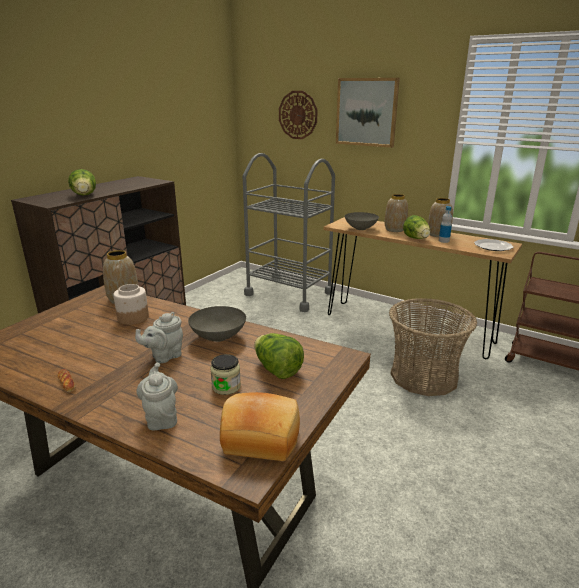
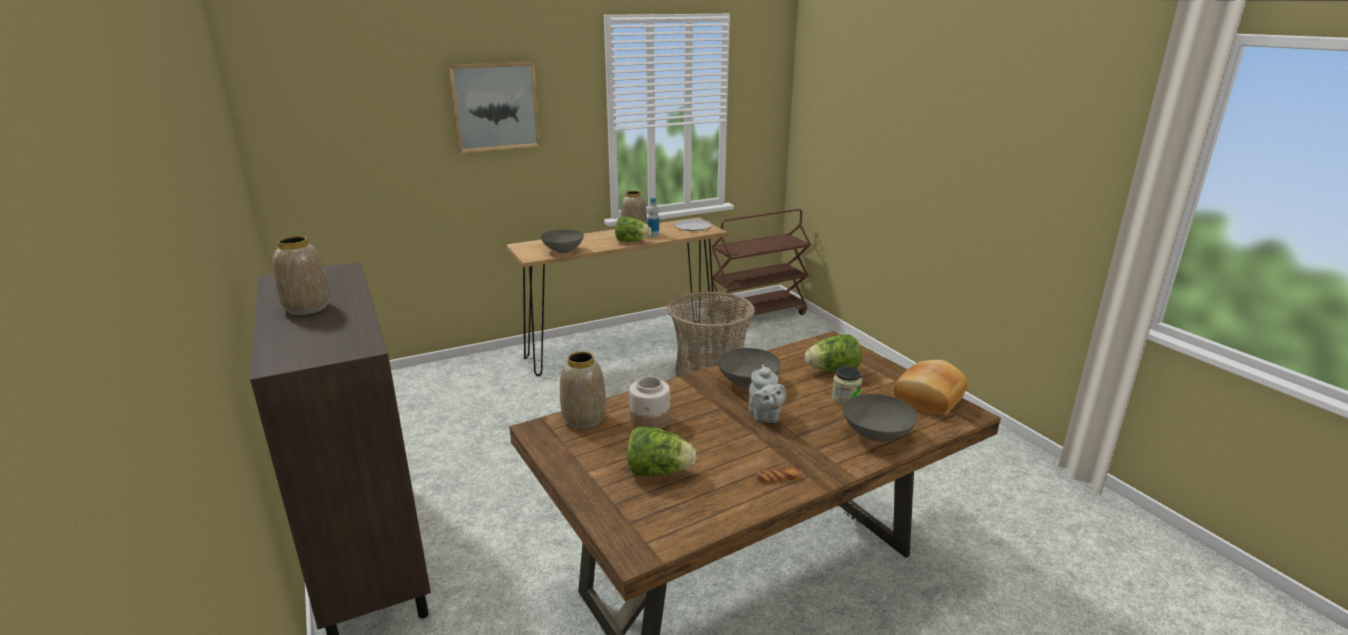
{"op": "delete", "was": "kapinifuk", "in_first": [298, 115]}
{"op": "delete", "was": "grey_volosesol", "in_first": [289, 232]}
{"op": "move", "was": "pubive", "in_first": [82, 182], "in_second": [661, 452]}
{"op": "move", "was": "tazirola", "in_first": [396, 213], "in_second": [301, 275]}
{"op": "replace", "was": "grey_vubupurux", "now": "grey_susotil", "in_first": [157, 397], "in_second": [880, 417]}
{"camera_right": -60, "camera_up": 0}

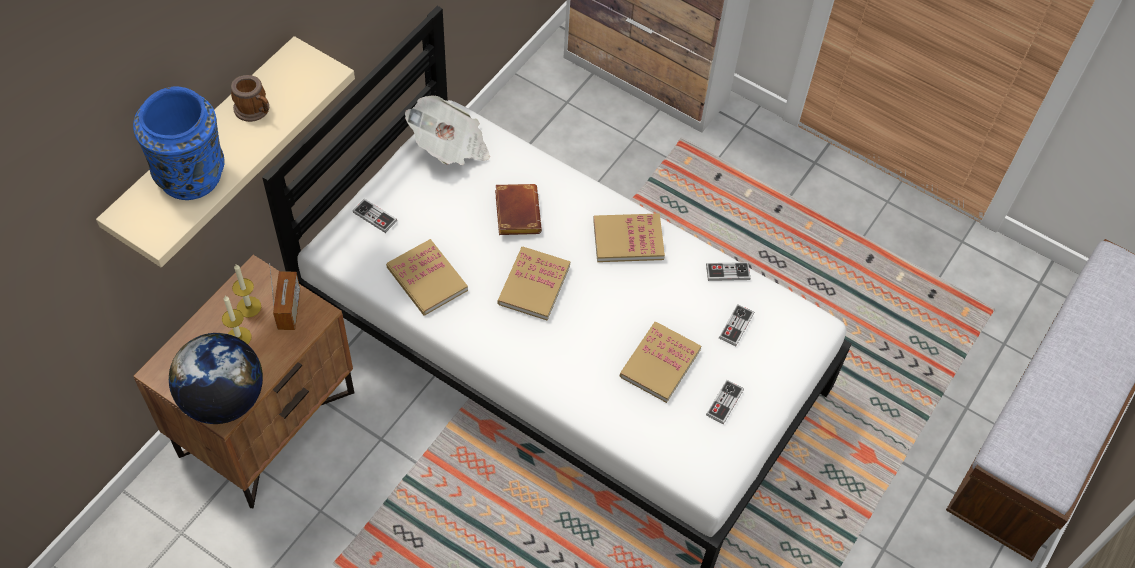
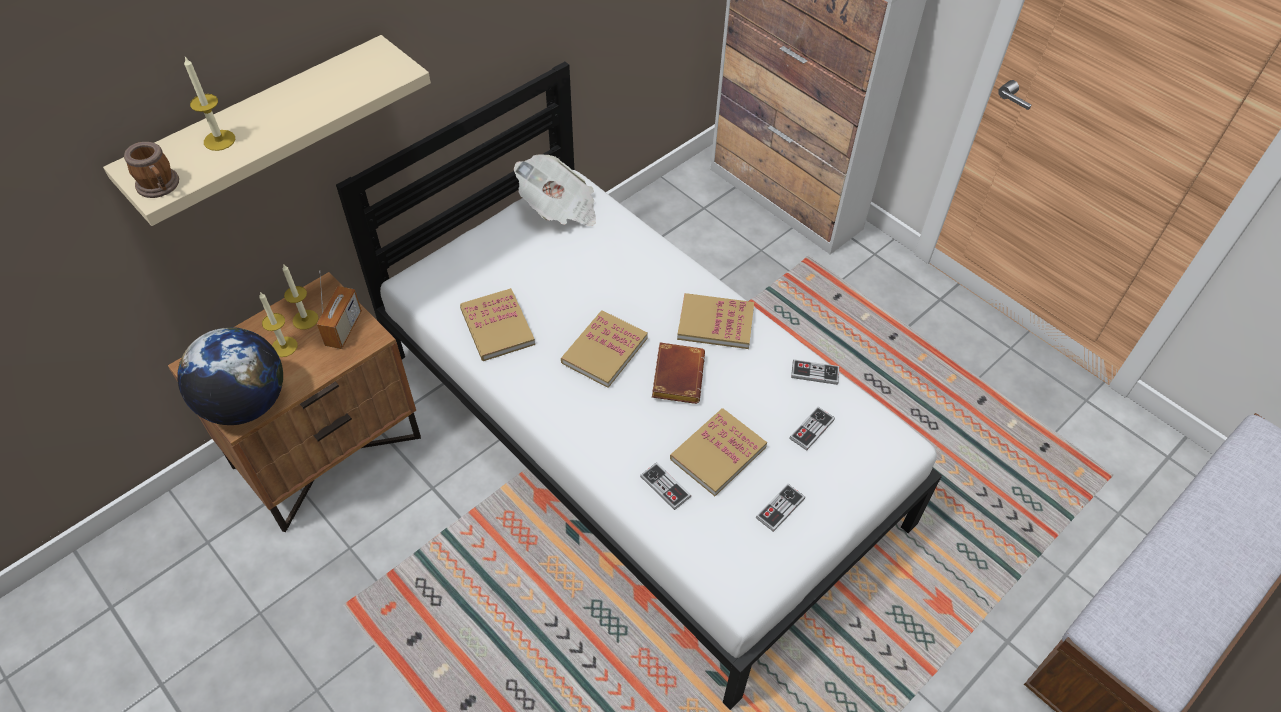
{"op": "move", "was": "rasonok", "in_first": [250, 98], "in_second": [151, 170]}
{"op": "replace", "was": "blue_tazirola", "now": "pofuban", "in_first": [179, 143], "in_second": [209, 104]}
{"op": "move", "was": "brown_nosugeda", "in_first": [518, 209], "in_second": [678, 373]}
{"op": "move", "was": "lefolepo", "in_first": [375, 216], "in_second": [665, 486]}
{"camera_right": 15, "camera_up": -5}

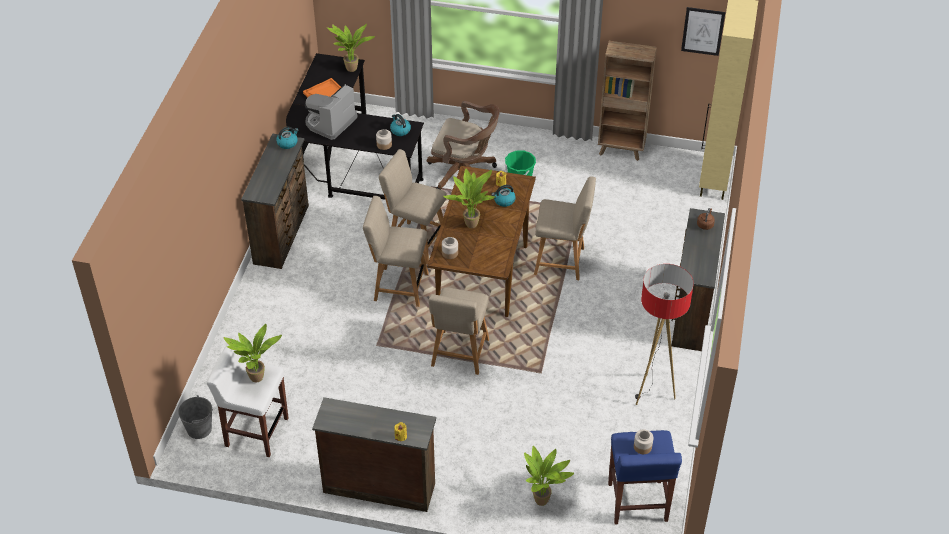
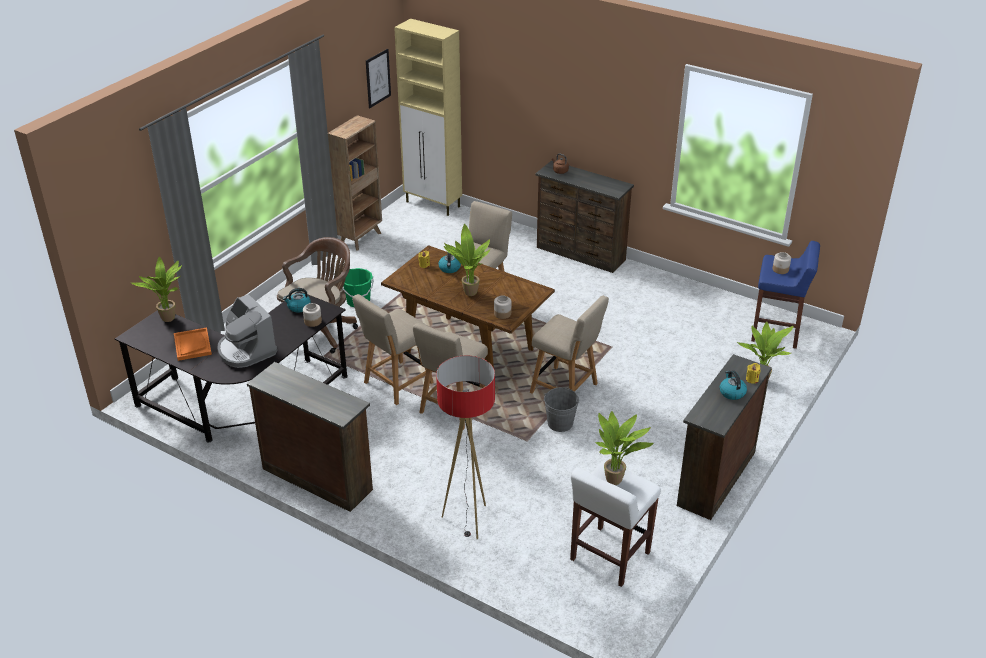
{"op": "move", "was": "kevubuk", "in_first": [287, 138], "in_second": [733, 385]}
{"op": "move", "was": "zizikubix", "in_first": [664, 334], "in_second": [465, 447]}
{"op": "move", "was": "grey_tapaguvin", "in_first": [195, 417], "in_second": [561, 409]}
{"camera_right": -70, "camera_up": -10}

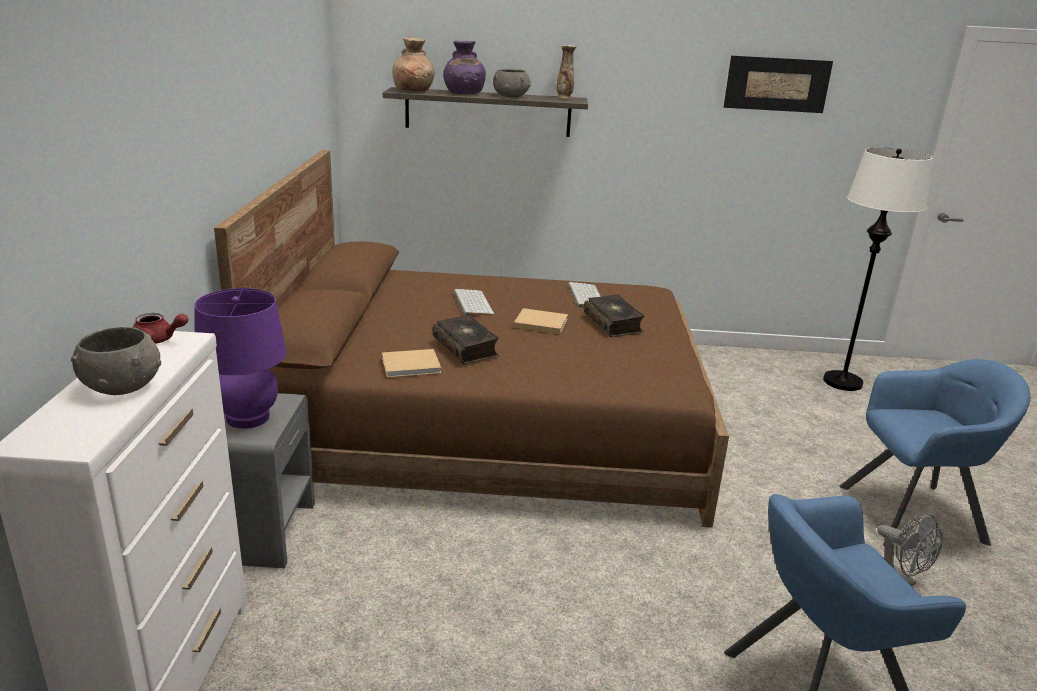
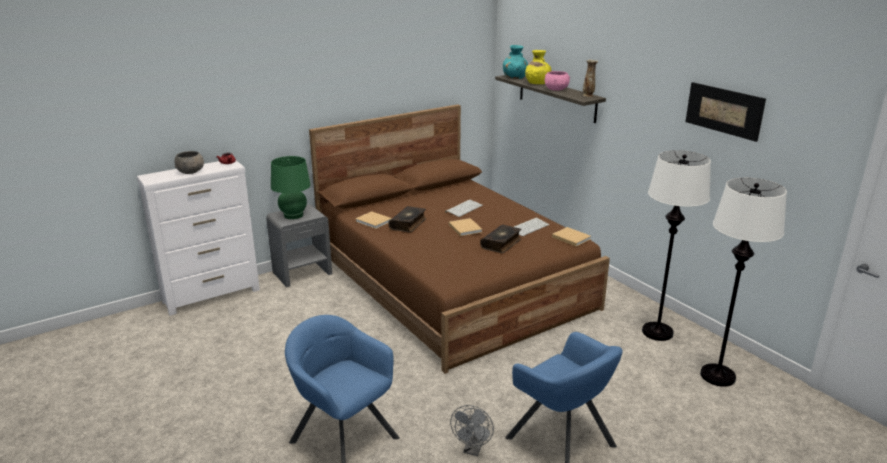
{"op": "recolor", "was": "brown_tazirola", "now": "turquoise_tazirola", "in_first": [413, 64], "in_second": [515, 62]}
{"op": "recolor", "was": "purple_tazirola", "now": "yellow_tazirola", "in_first": [464, 67], "in_second": [538, 67]}
{"op": "recolor", "was": "grey_susotil", "now": "pink_susotil", "in_first": [512, 83], "in_second": [557, 81]}
{"op": "recolor", "was": "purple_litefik", "now": "green_litefik", "in_first": [240, 358], "in_second": [291, 187]}
{"op": "insert", "now": "white_zizikubix", "in_second": [676, 245]}
{"op": "insert", "now": "beige_nosugeda", "in_second": [571, 237]}
{"camera_right": 55, "camera_up": 0}

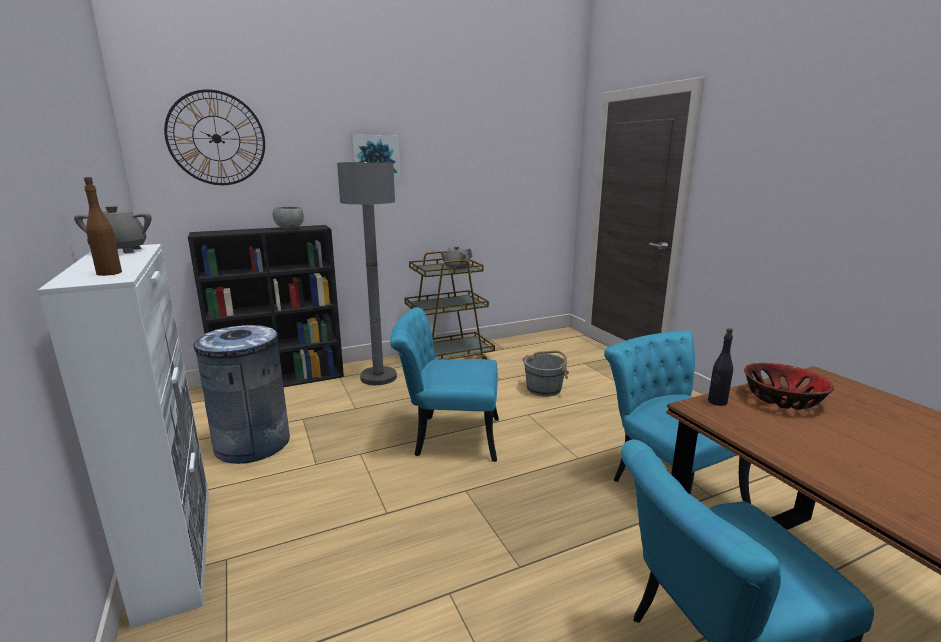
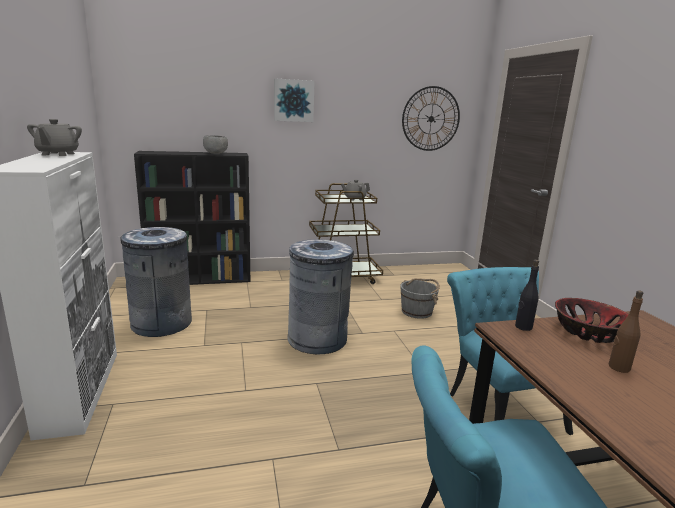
{"op": "move", "was": "kapinifuk", "in_first": [214, 137], "in_second": [431, 118]}
{"op": "delete", "was": "grey_zizikubix", "in_first": [367, 273]}
{"op": "move", "was": "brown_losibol", "in_first": [103, 226], "in_second": [626, 331]}
{"op": "replace", "was": "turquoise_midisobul", "now": "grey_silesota", "in_first": [444, 384], "in_second": [320, 297]}
{"camera_right": 10, "camera_up": 0}

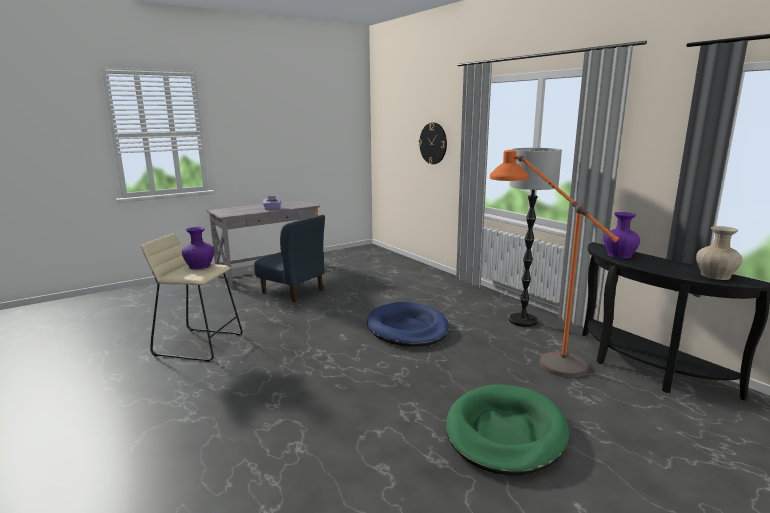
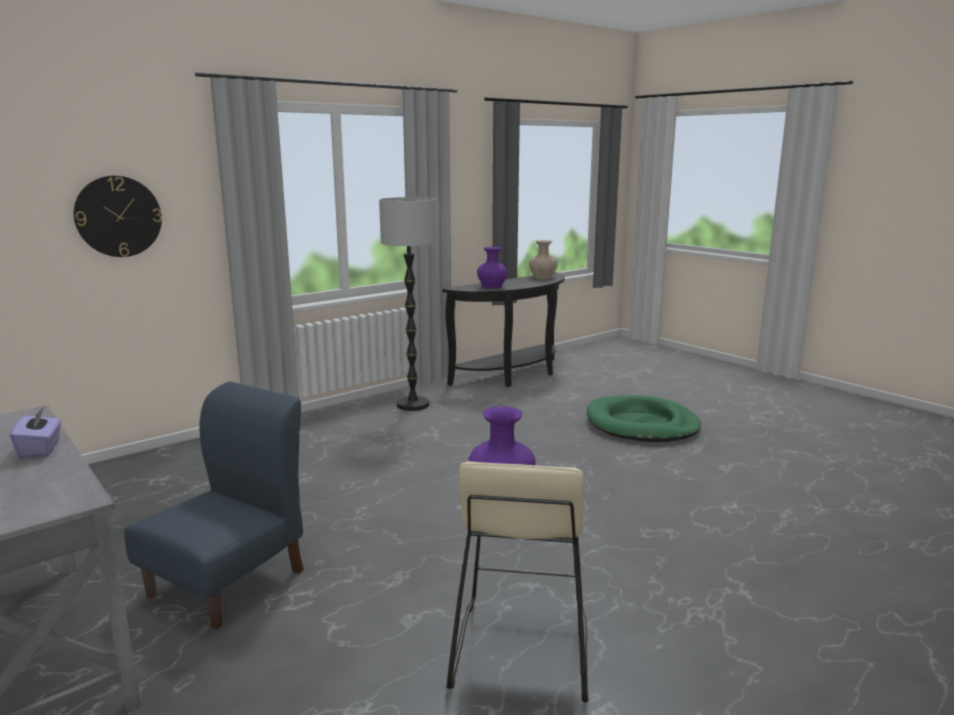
{"op": "delete", "was": "orange_zizikubix", "in_first": [554, 264]}
{"op": "delete", "was": "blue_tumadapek", "in_first": [408, 324]}
{"camera_right": -95, "camera_up": 0}

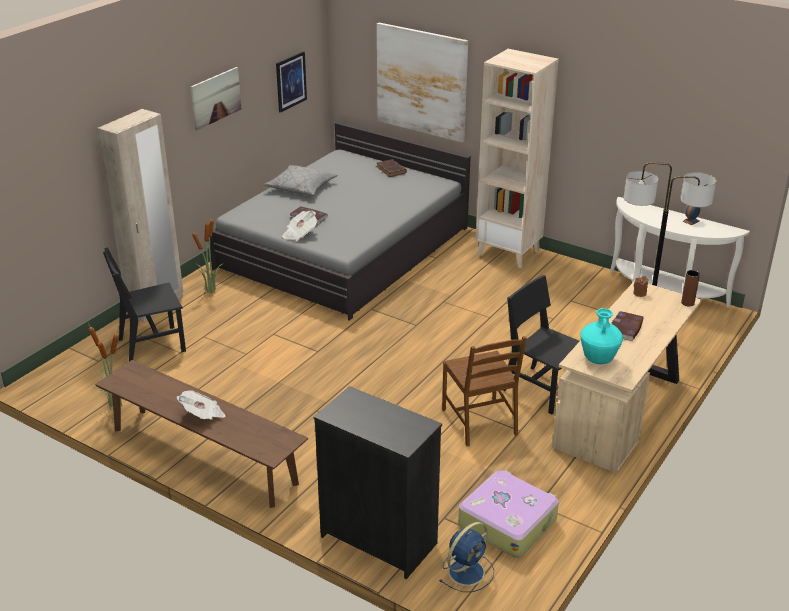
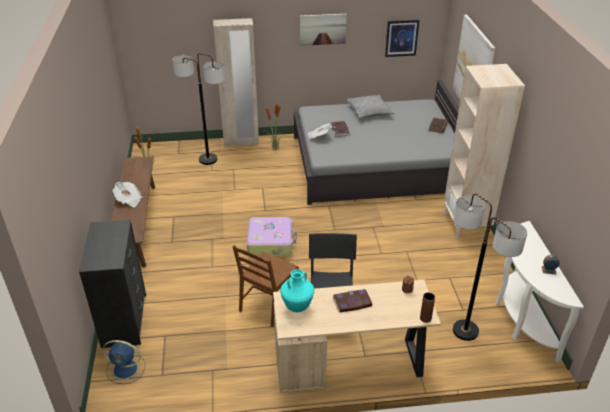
{"op": "replace", "was": "black_midisobul", "now": "zizikubix", "in_first": [144, 304], "in_second": [198, 109]}
{"op": "move", "was": "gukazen", "in_first": [508, 514], "in_second": [272, 236]}
{"camera_right": 50, "camera_up": 5}

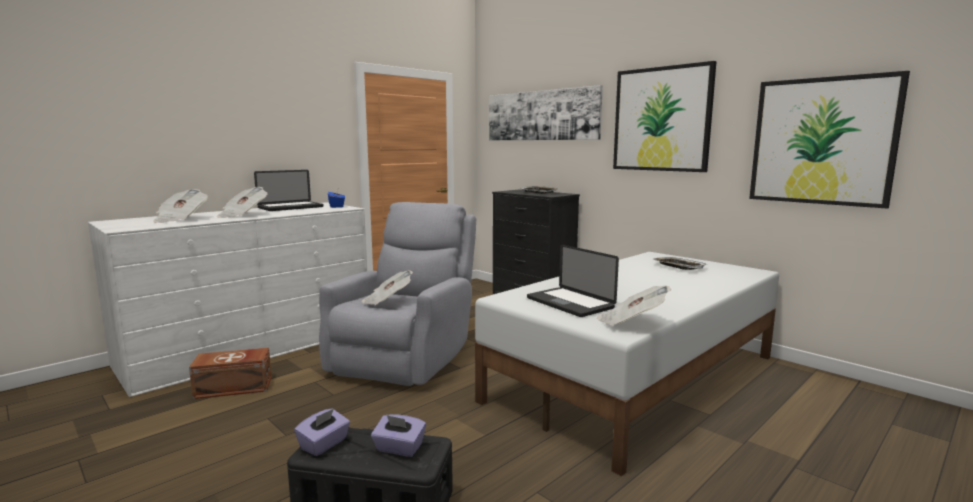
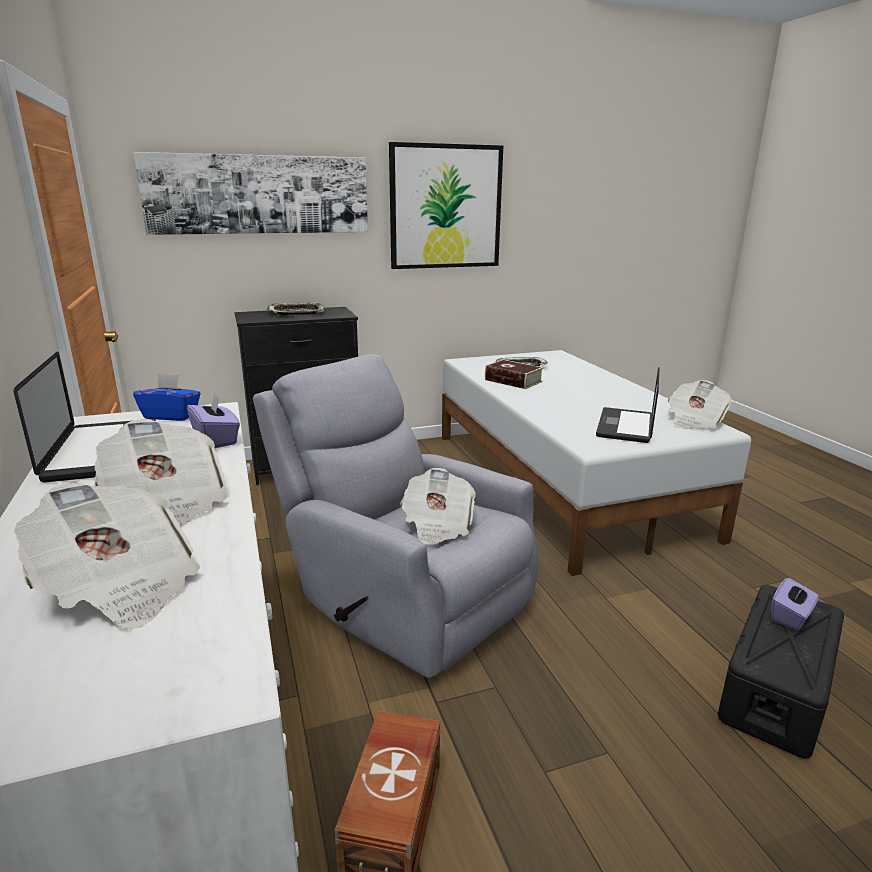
{"op": "delete", "was": "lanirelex", "in_first": [829, 140]}
{"op": "rotate", "was": "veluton", "in_first": [573, 280], "in_second": [627, 405], "clockwise": 120}
{"op": "move", "was": "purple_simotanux", "in_first": [322, 432], "in_second": [213, 420]}
{"op": "insert", "now": "nosugeda", "in_second": [514, 374]}
{"camera_right": -65, "camera_up": 10}

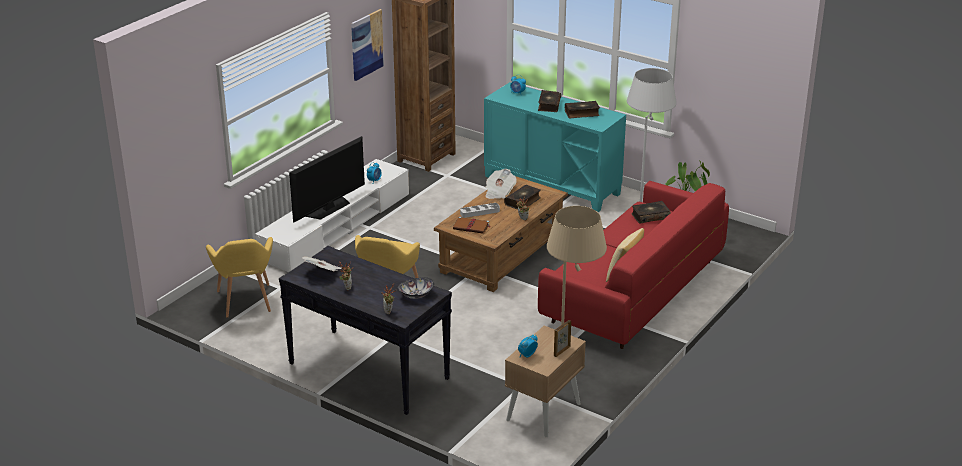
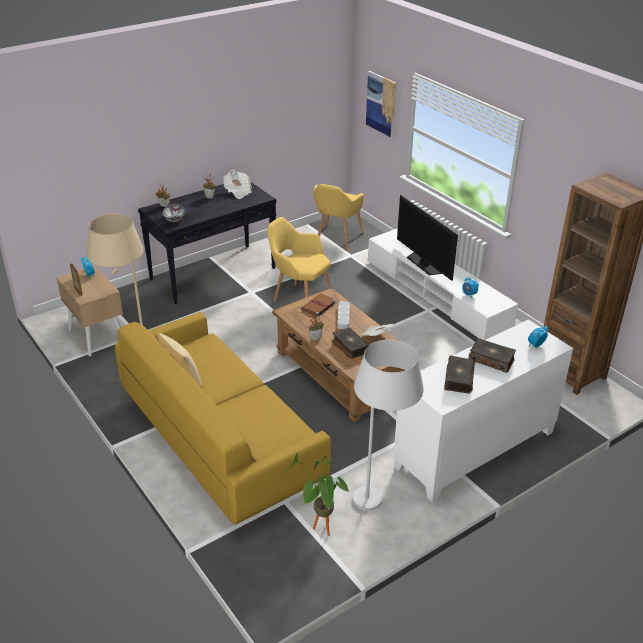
{"op": "move", "was": "lanirelex", "in_first": [367, 45], "in_second": [381, 104]}
{"op": "recolor", "was": "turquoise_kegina", "now": "white_kegina", "in_first": [555, 147], "in_second": [483, 411]}
{"op": "recolor", "was": "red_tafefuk", "now": "yellow_tafefuk", "in_first": [633, 265], "in_second": [223, 418]}
{"op": "delete", "was": "nosugeda", "in_first": [651, 212]}
{"op": "rotate", "was": "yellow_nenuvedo", "in_first": [239, 277], "in_second": [338, 217], "clockwise": -75}
{"camera_right": 110, "camera_up": 5}

